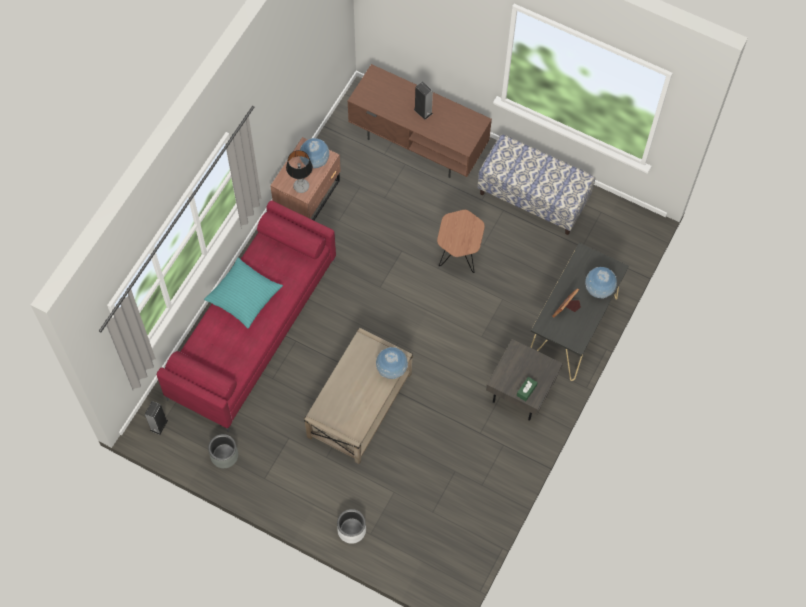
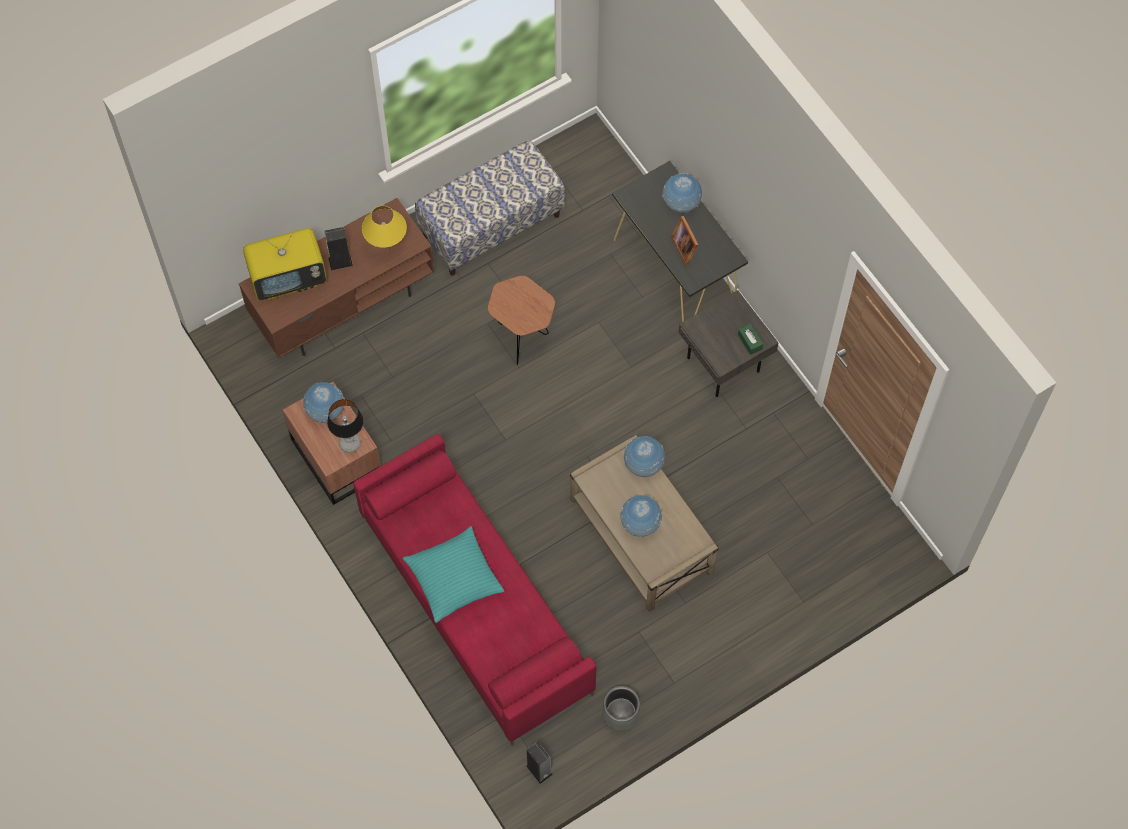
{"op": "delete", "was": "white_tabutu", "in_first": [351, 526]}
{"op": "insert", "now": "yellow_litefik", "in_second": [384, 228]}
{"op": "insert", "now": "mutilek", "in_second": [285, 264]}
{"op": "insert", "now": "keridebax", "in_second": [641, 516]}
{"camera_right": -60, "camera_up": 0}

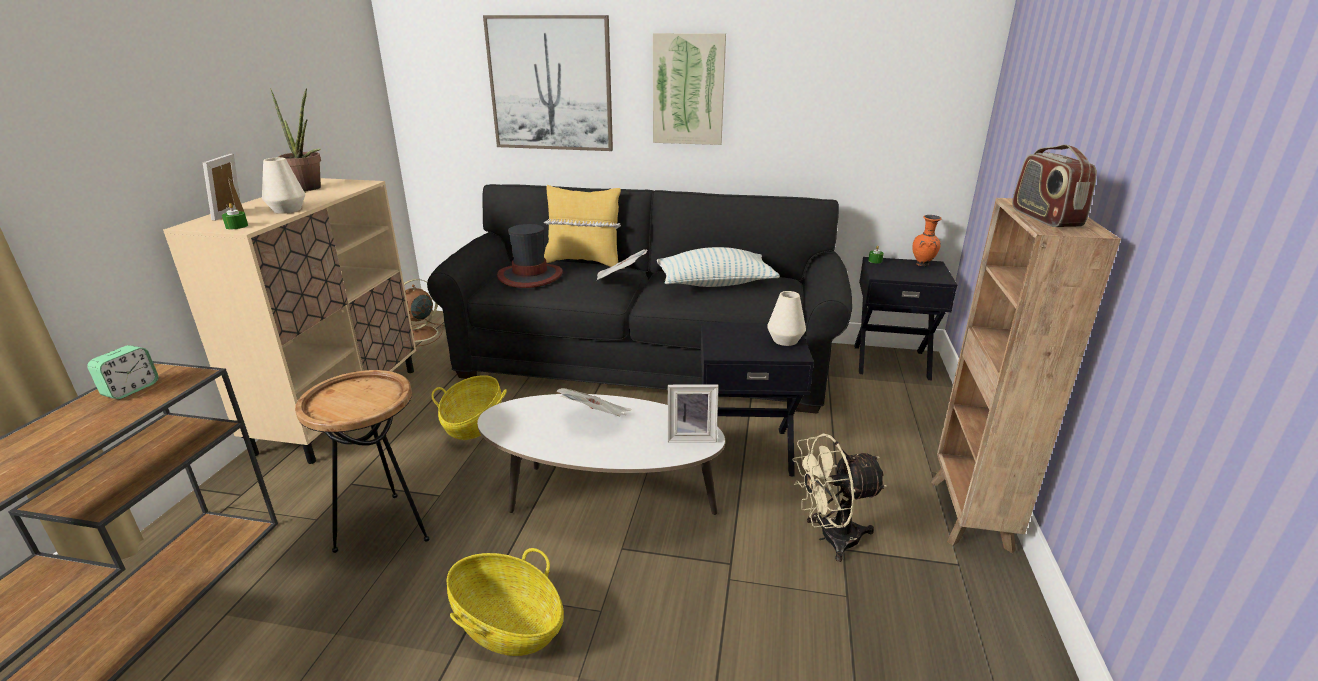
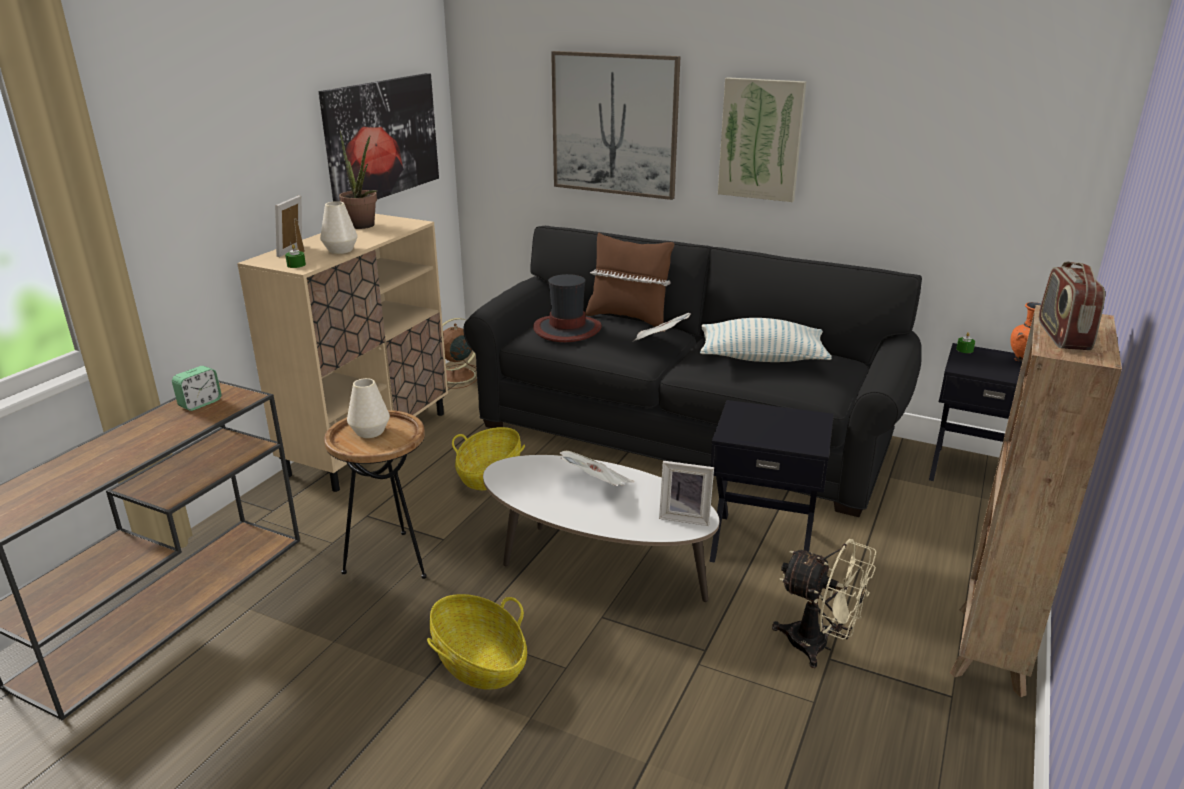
{"op": "recolor", "was": "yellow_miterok", "now": "brown_miterok", "in_first": [582, 226], "in_second": [629, 279]}
{"op": "move", "was": "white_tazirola", "in_first": [786, 318], "in_second": [368, 408]}
{"op": "rotate", "was": "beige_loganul", "in_first": [839, 497], "in_second": [824, 603], "clockwise": -150}
{"op": "insert", "now": "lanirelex", "in_second": [379, 137]}
{"camera_right": 15, "camera_up": 0}

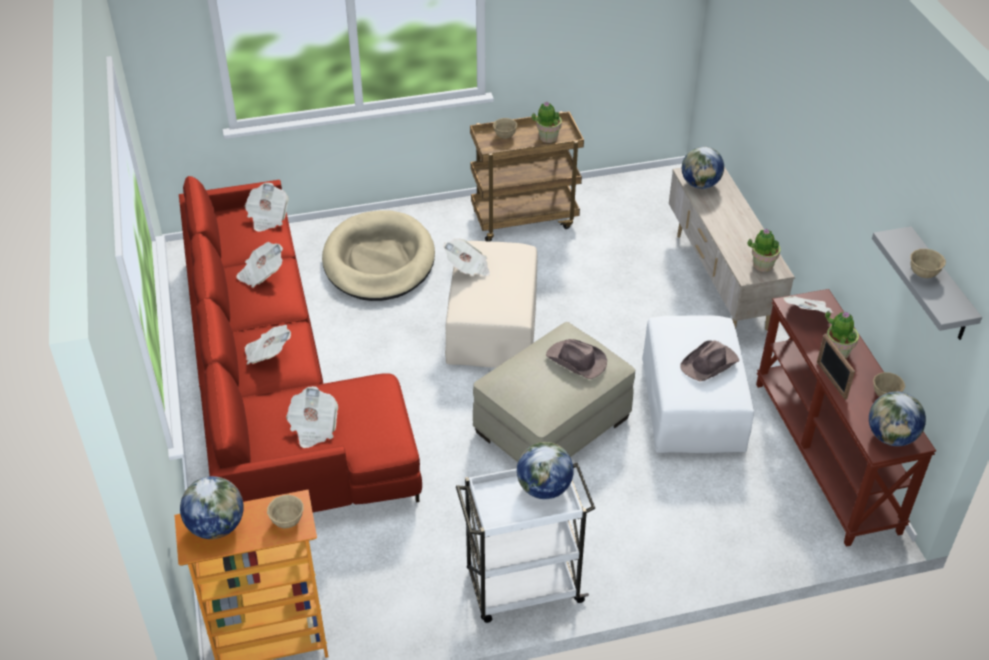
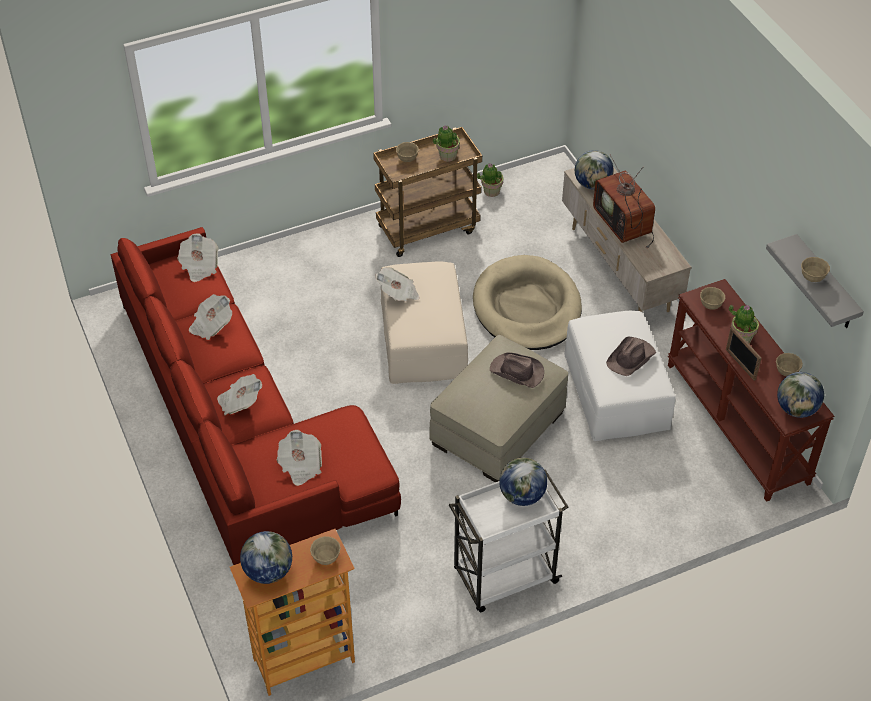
{"op": "move", "was": "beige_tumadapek", "in_first": [378, 255], "in_second": [527, 302]}
{"op": "move", "was": "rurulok", "in_first": [764, 250], "in_second": [490, 180]}
{"op": "replace", "was": "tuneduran", "now": "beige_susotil", "in_first": [808, 304], "in_second": [712, 298]}
{"op": "insert", "now": "mutilek", "in_second": [624, 201]}
{"camera_right": -10, "camera_up": 5}

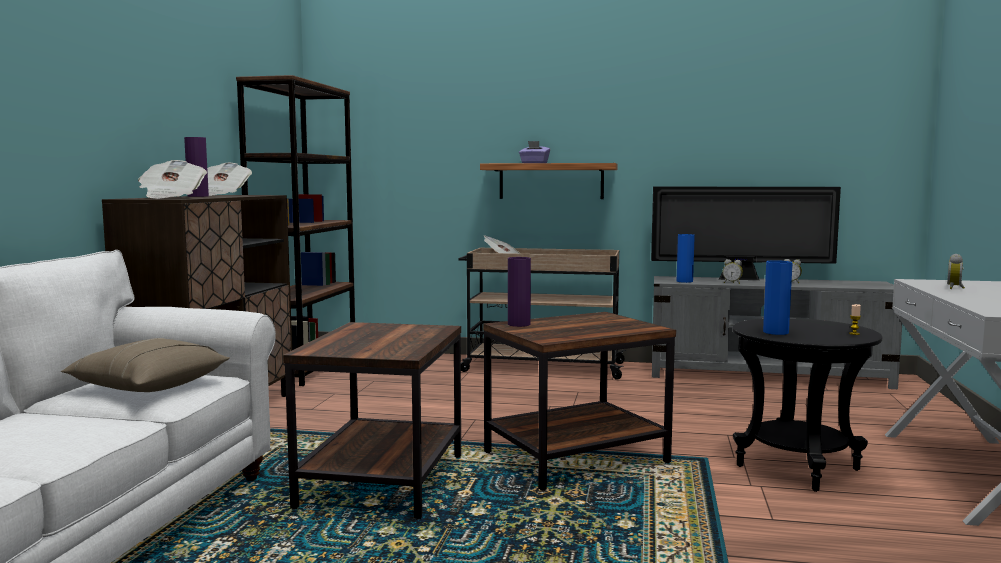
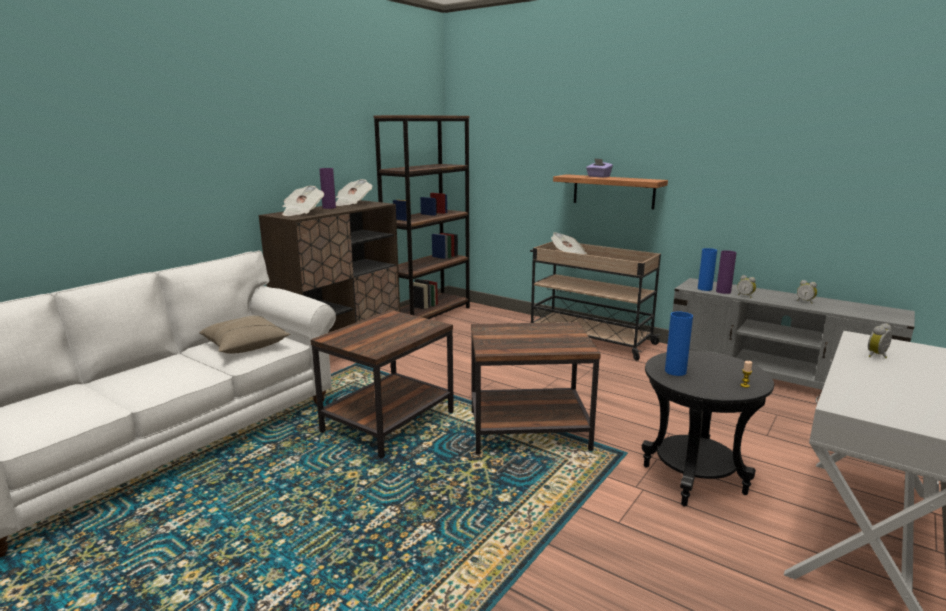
{"op": "delete", "was": "mutilek", "in_first": [746, 233]}
{"op": "move", "was": "purple_tazirola", "in_first": [519, 292], "in_second": [726, 272]}
{"camera_right": 25, "camera_up": 10}

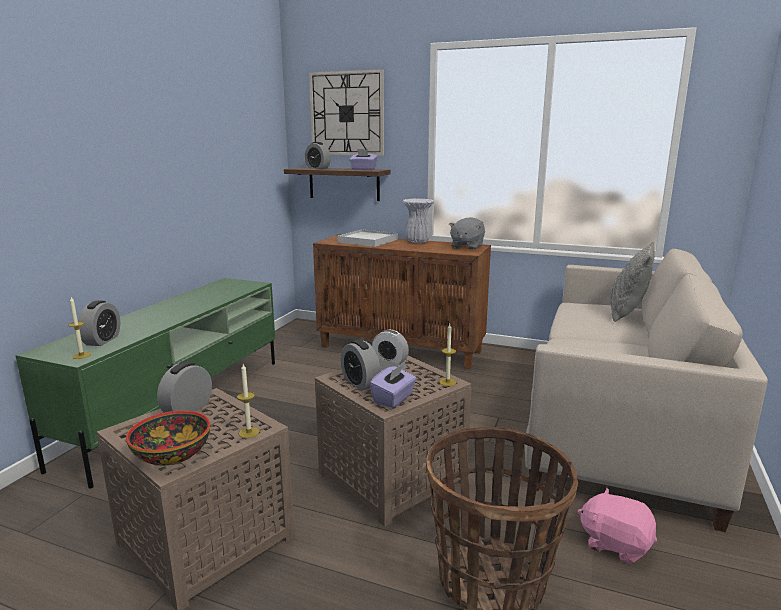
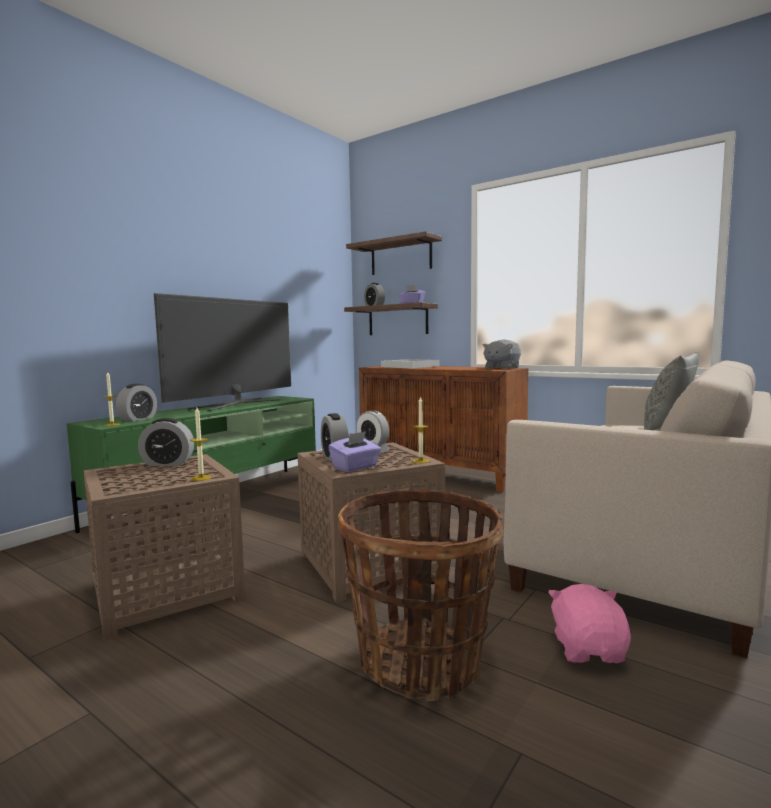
{"op": "replace", "was": "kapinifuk", "now": "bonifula", "in_first": [346, 112], "in_second": [394, 253]}
{"op": "delete", "was": "white_tazirola", "in_first": [418, 221]}
{"op": "rotate", "was": "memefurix", "in_first": [184, 387], "in_second": [166, 442], "clockwise": -135}
{"op": "delete", "was": "susotil", "in_first": [168, 438]}
{"op": "rotate", "was": "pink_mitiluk", "in_first": [617, 526], "in_second": [589, 623], "clockwise": 45}
{"op": "insert", "now": "mutilek", "in_second": [222, 352]}
{"camera_right": 15, "camera_up": -10}

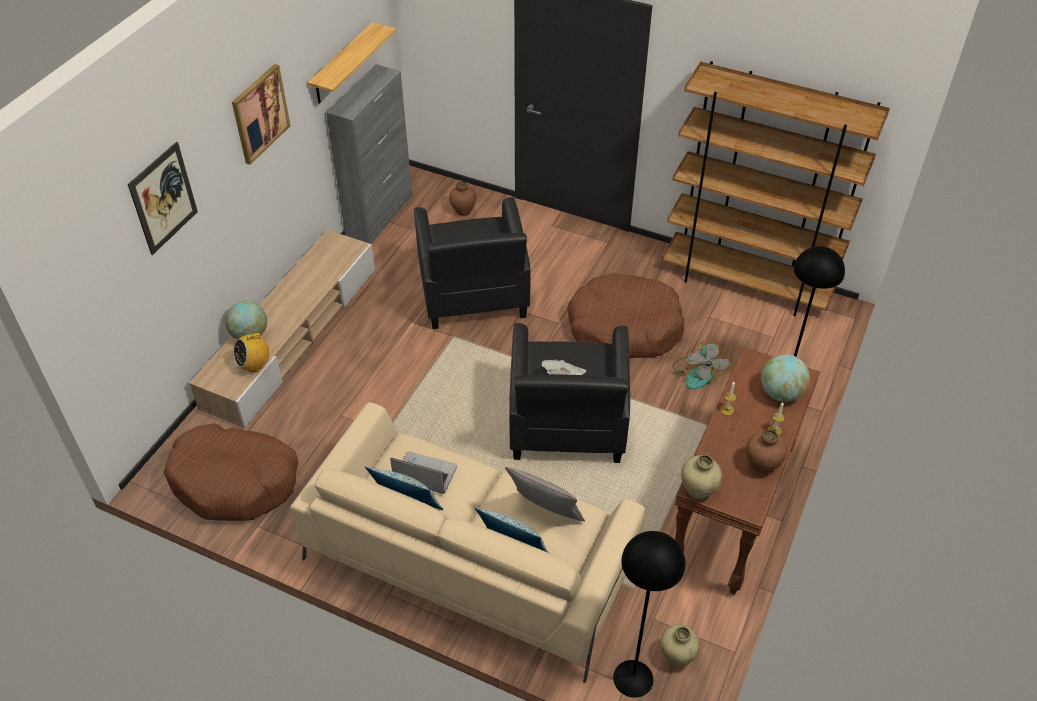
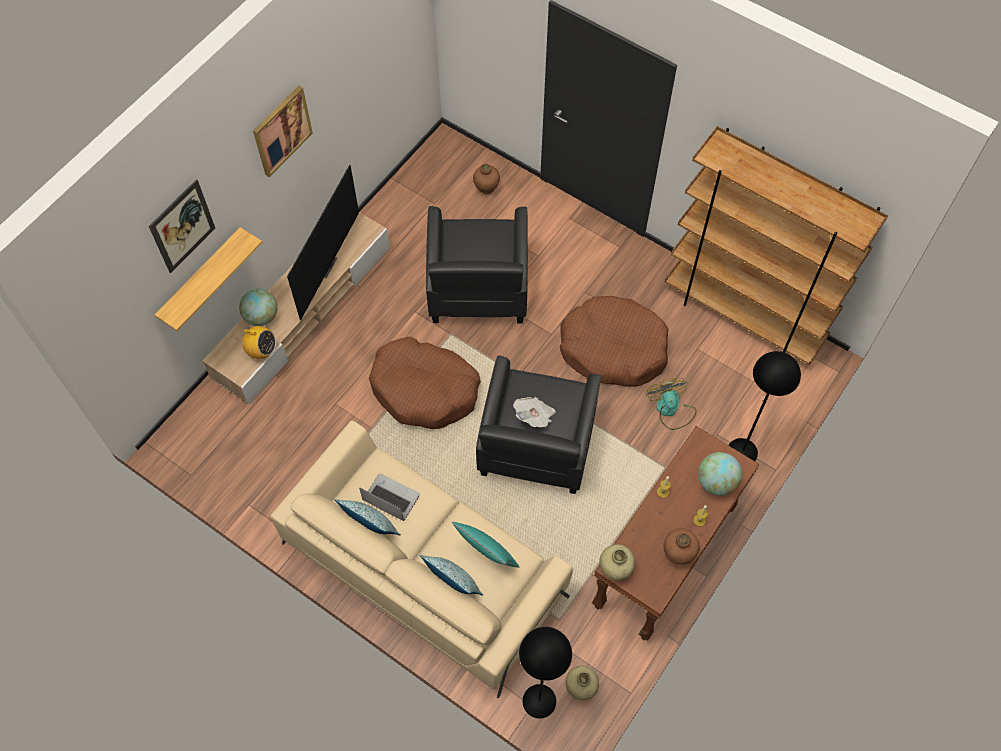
{"op": "move", "was": "bonifula", "in_first": [352, 63], "in_second": [208, 279]}
{"op": "delete", "was": "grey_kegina", "in_first": [369, 154]}
{"op": "rotate", "was": "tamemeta", "in_first": [251, 350], "in_second": [258, 342], "clockwise": -135}
{"op": "rotate", "was": "loganul", "in_first": [701, 365], "in_second": [671, 404], "clockwise": 150}
{"op": "move", "was": "brown_tumadapek", "in_first": [230, 472], "in_second": [425, 383]}
{"op": "recolor", "was": "grey_miterok", "now": "turquoise_miterok", "in_first": [545, 494], "in_second": [485, 545]}
{"op": "insert", "now": "mutilek", "in_second": [323, 242]}
{"camera_right": 10, "camera_up": 15}

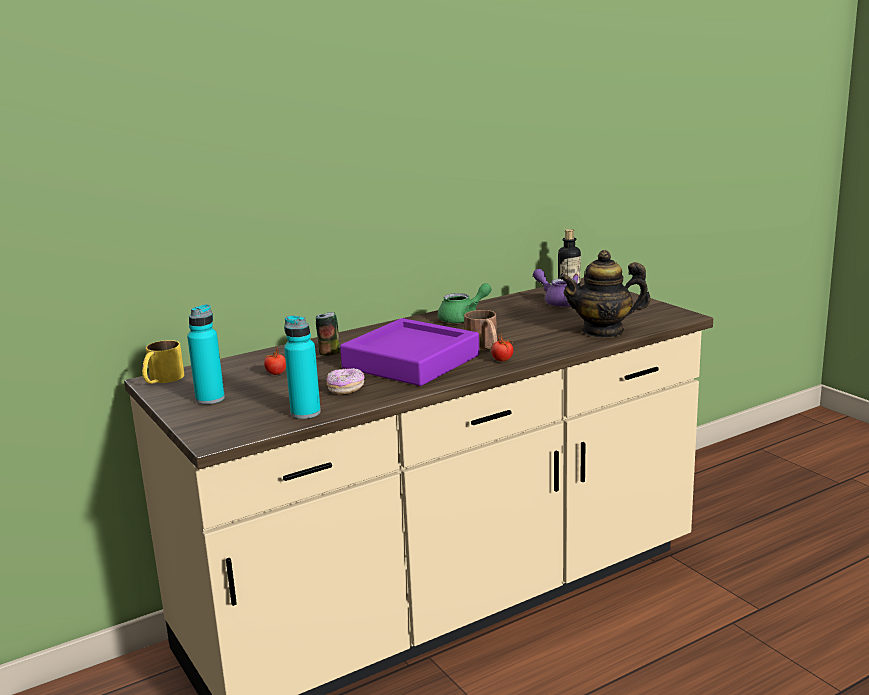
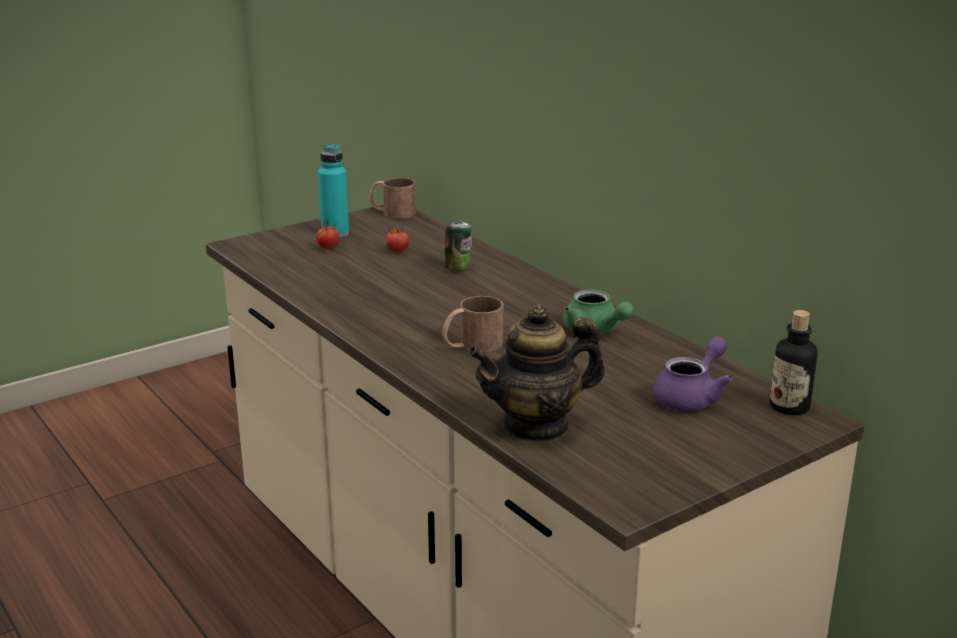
{"op": "rotate", "was": "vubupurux", "in_first": [605, 294], "in_second": [536, 373], "clockwise": -105}
{"op": "delete", "was": "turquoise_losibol", "in_first": [302, 367]}
{"op": "delete", "was": "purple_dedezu", "in_first": [410, 352]}
{"op": "move", "was": "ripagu", "in_first": [502, 347], "in_second": [328, 234]}
{"op": "recolor", "was": "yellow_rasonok", "now": "brown_rasonok", "in_first": [163, 362], "in_second": [392, 198]}
{"op": "delete", "was": "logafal", "in_first": [345, 381]}
{"camera_right": 85, "camera_up": 5}

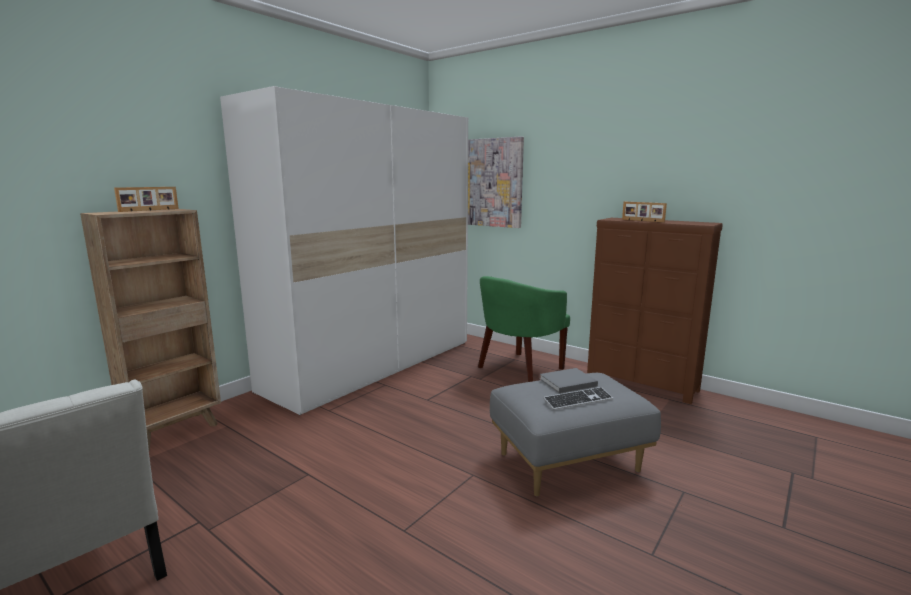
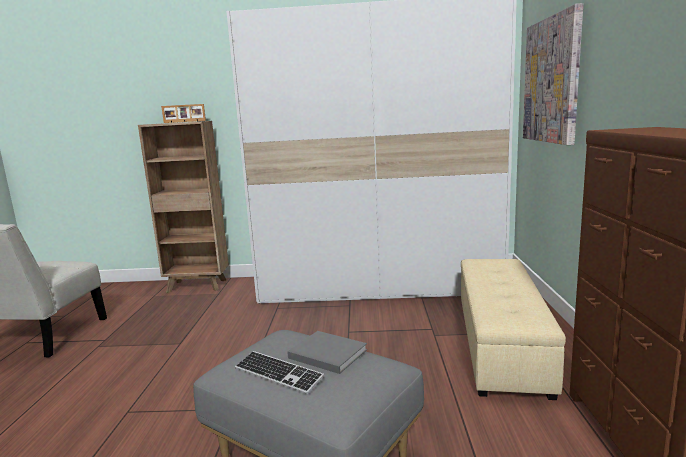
{"op": "delete", "was": "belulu", "in_first": [644, 212]}
{"op": "replace", "was": "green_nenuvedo", "now": "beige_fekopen", "in_first": [524, 329], "in_second": [513, 329]}
{"camera_right": 55, "camera_up": 0}

